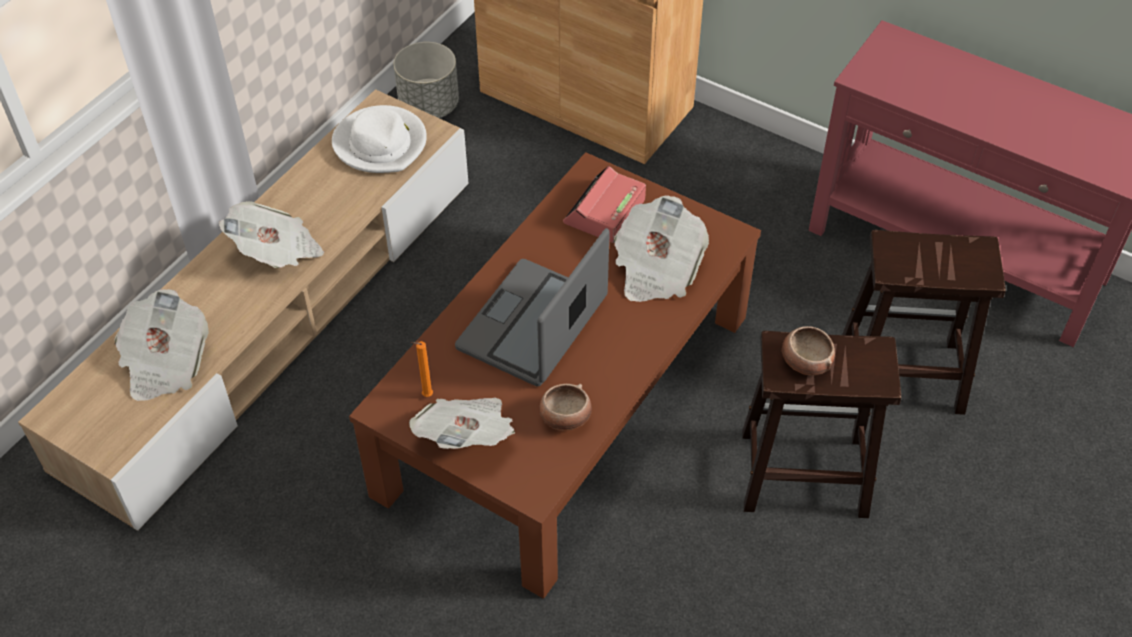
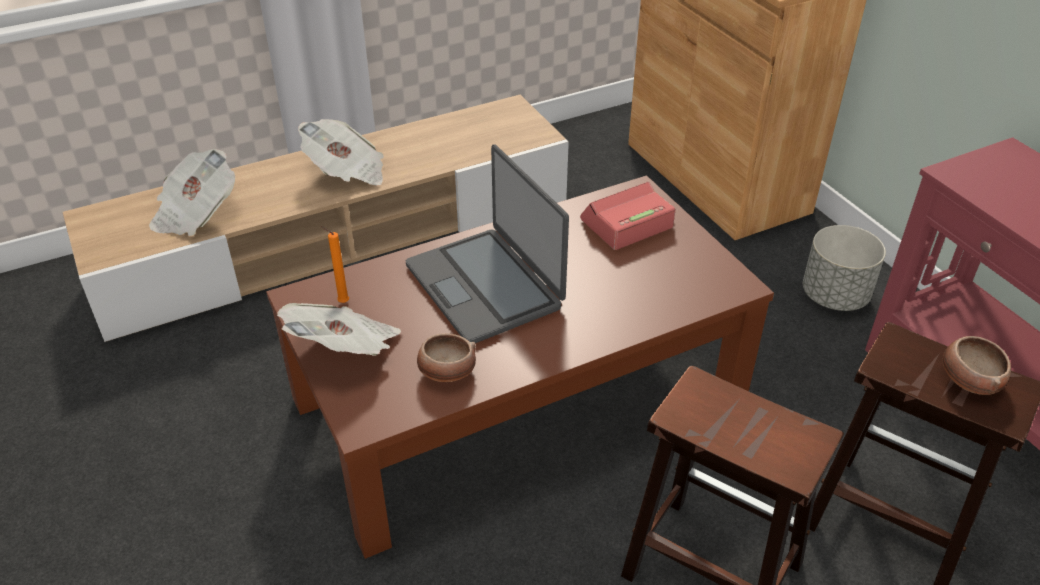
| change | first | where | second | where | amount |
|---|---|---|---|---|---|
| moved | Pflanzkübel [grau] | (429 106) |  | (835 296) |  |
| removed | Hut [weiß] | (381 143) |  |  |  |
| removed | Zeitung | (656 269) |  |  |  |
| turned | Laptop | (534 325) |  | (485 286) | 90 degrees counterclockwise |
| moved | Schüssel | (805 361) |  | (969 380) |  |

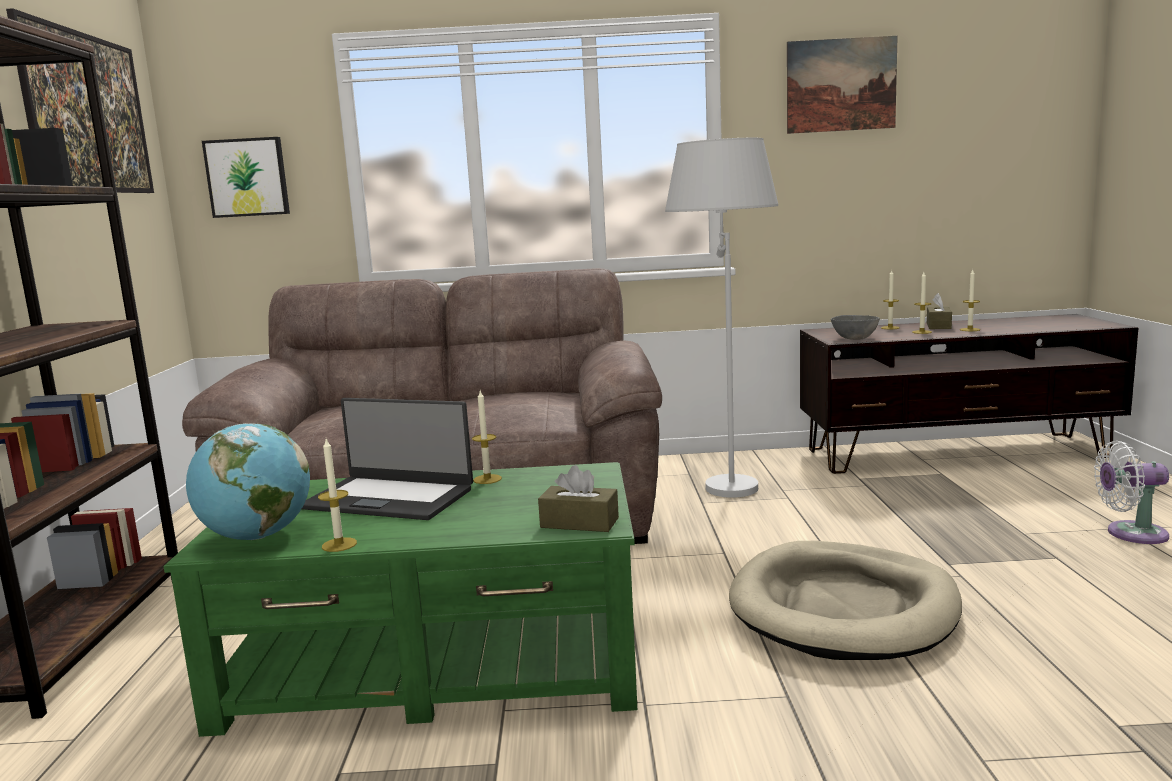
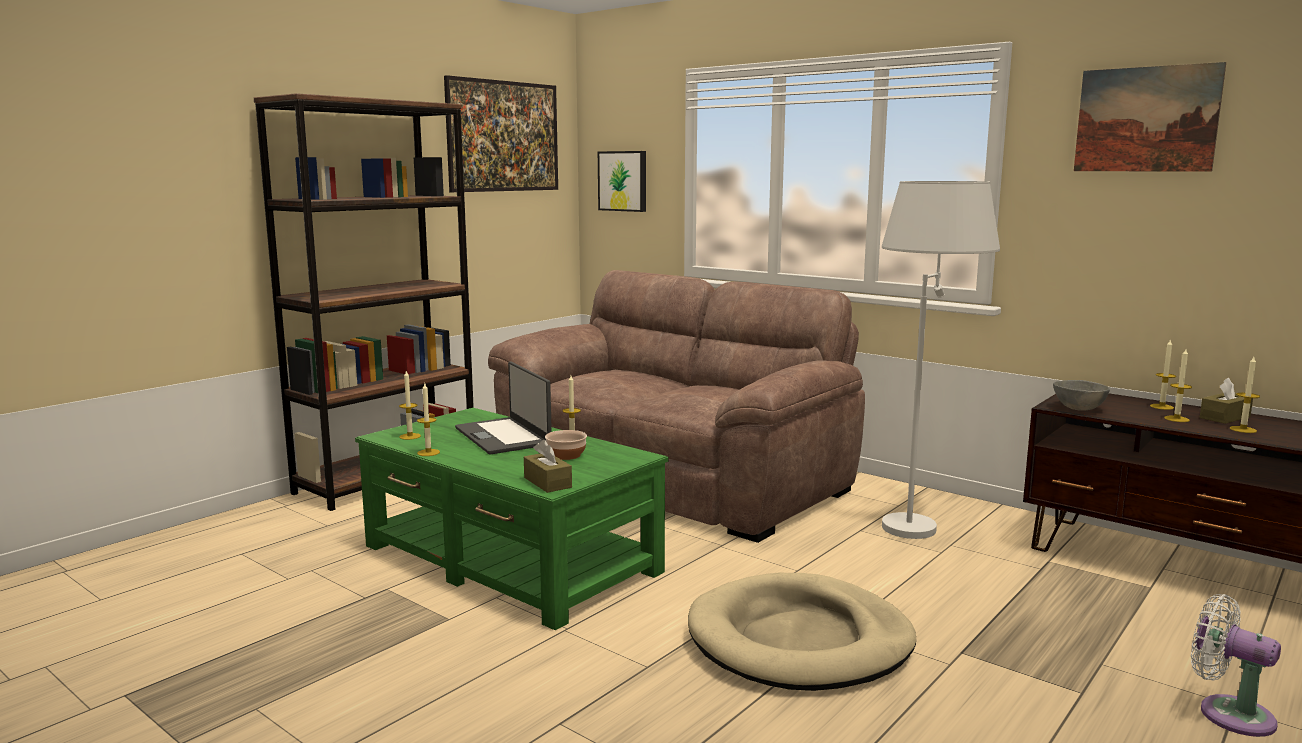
| change | first | where | second | where | amount |
|---|---|---|---|---|---|
| replaced | Globus | (257 537) | Kerze | (410 436) |  |
| added |  |  | Schüssel | (565 455) |  |

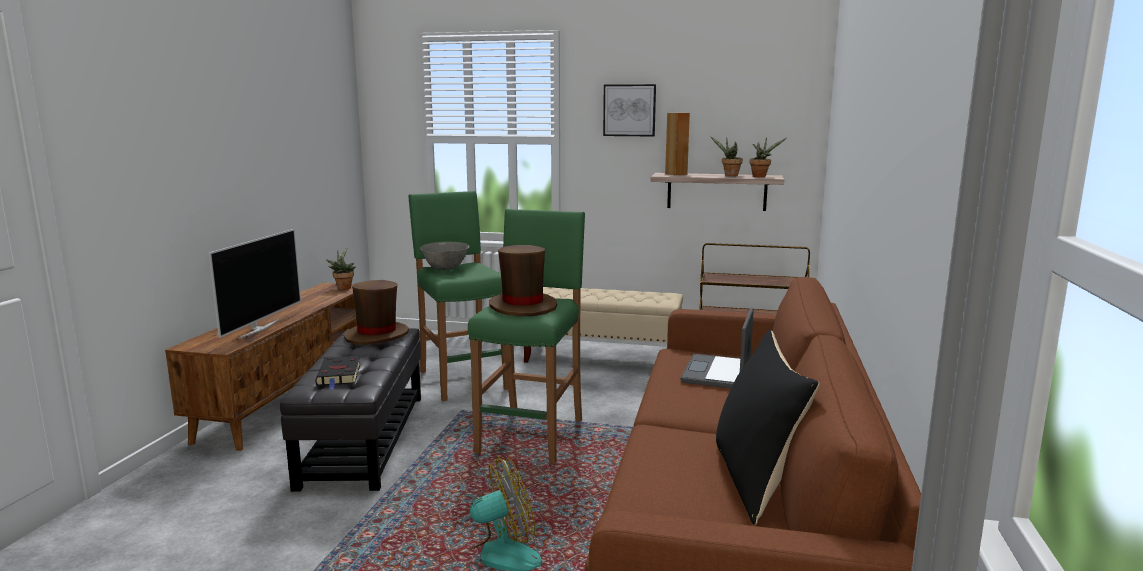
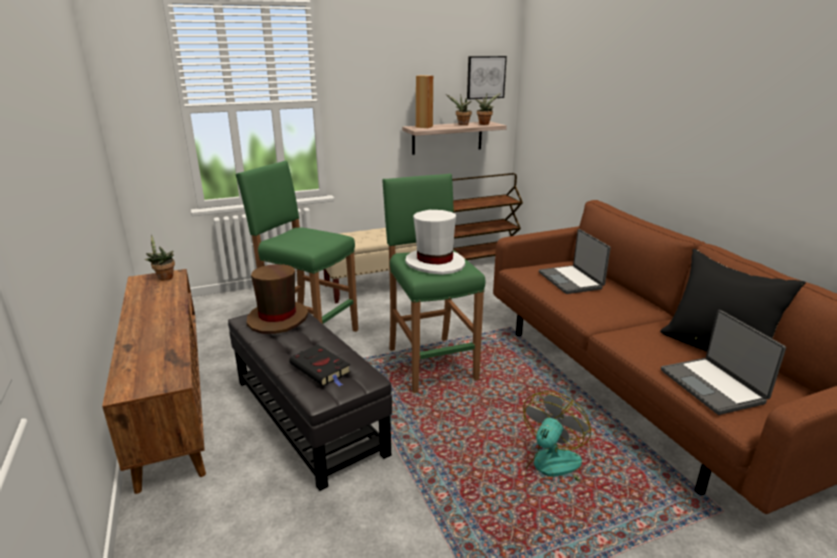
| change | first | where | second | where | amount |
|---|---|---|---|---|---|
| moved | Bild | (629 110) |  | (485 77) |  |
| removed | Fernseher | (259 328) |  |  |  |
| removed | Schüssel [grau] | (445 269) |  |  |  |
| recoloured | Hut [braun] | (523 306) | Hut [weiß] | (435 263) |  |
| added |  |  | Laptop | (713 386) |  |

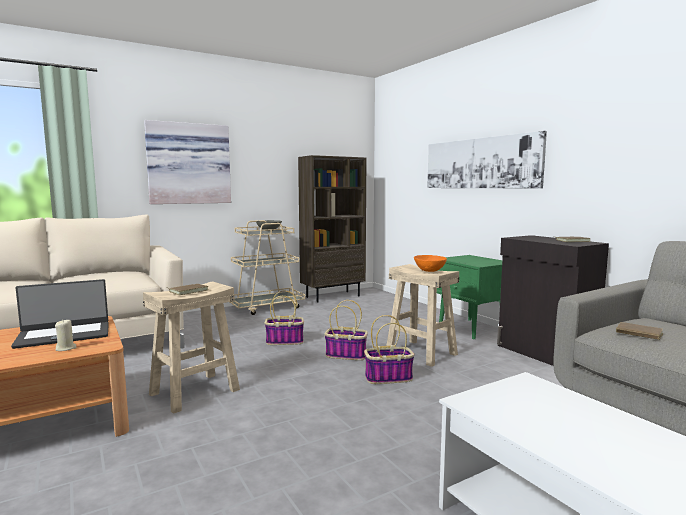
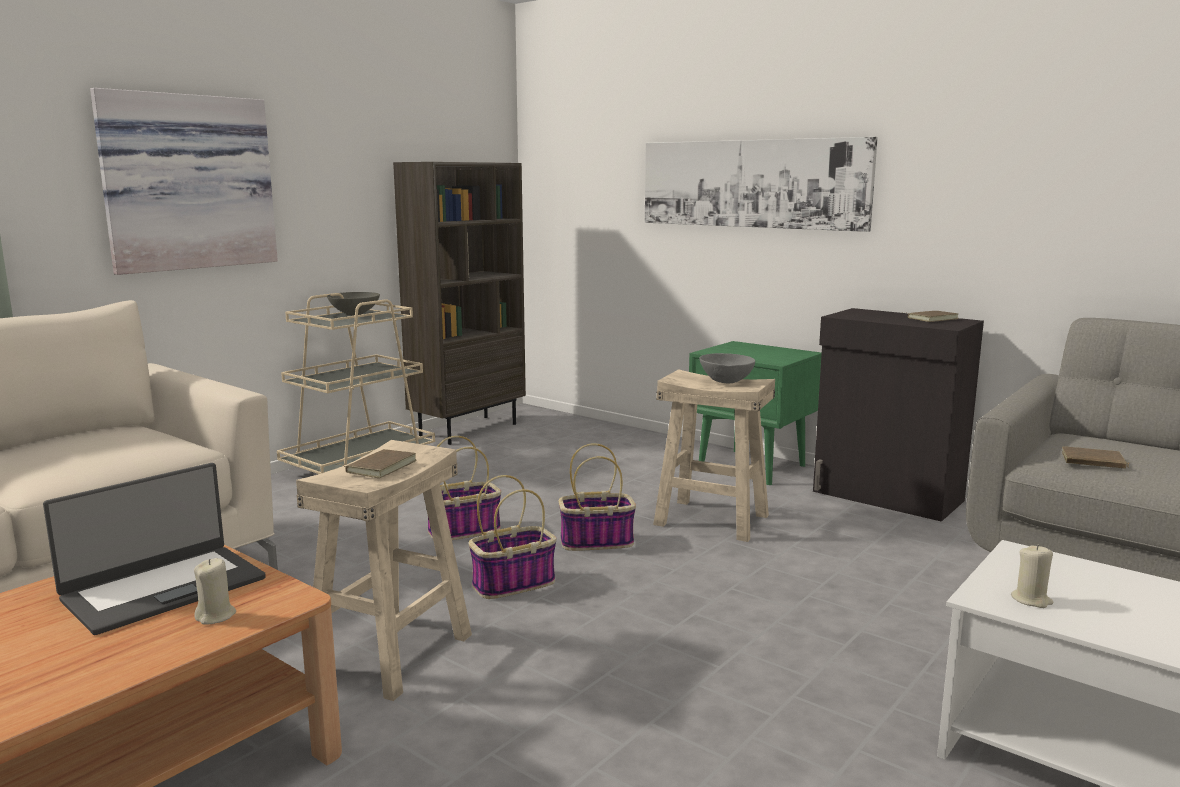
| change | first | where | second | where | amount |
|---|---|---|---|---|---|
| recoloured | Schüssel [orange] | (429 270) | Schüssel [grau] | (726 381) |  |
| moved | Korb | (389 378) |  | (514 583) |  |
| added |  |  | Kerze [beige] | (1031 600) |  |

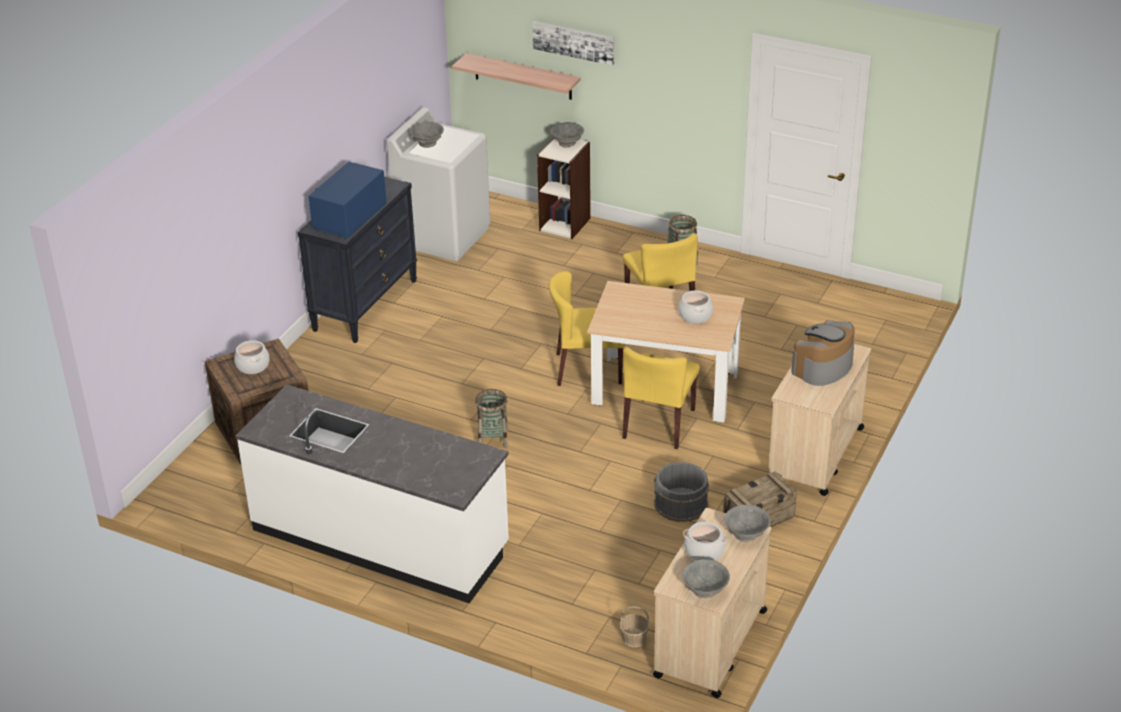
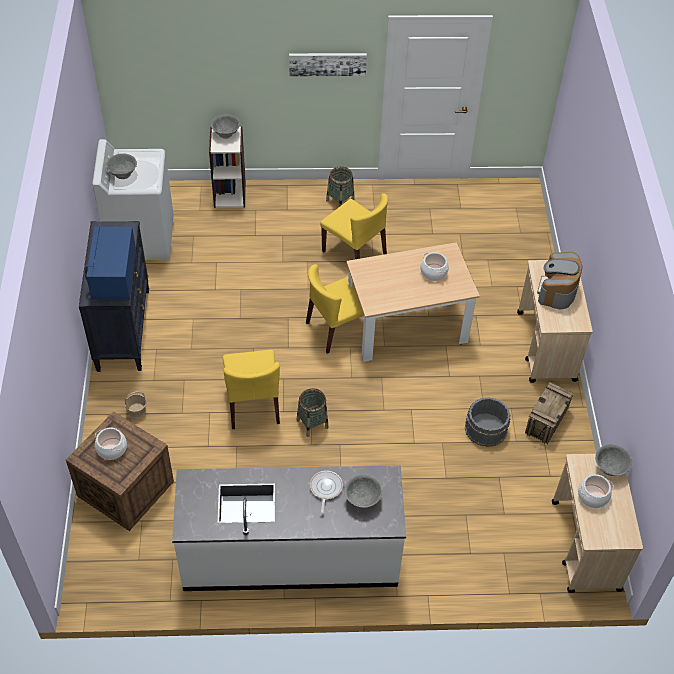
| change | first | where | second | where | amount |
|---|---|---|---|---|---|
| moved | Bild | (574 42) |  | (327 63) |  |
| removed | Wandregal | (523 77) |  |  |  |
| moved | Stuhl [gelb] | (659 424) |  | (253 404) |  |
| moved | Schüssel [grau] | (705 591) |  | (362 499) |  |
| moved | Korb | (634 638) |  | (136 411) |  |
| added |  |  | Pfanne | (325 488) |  |

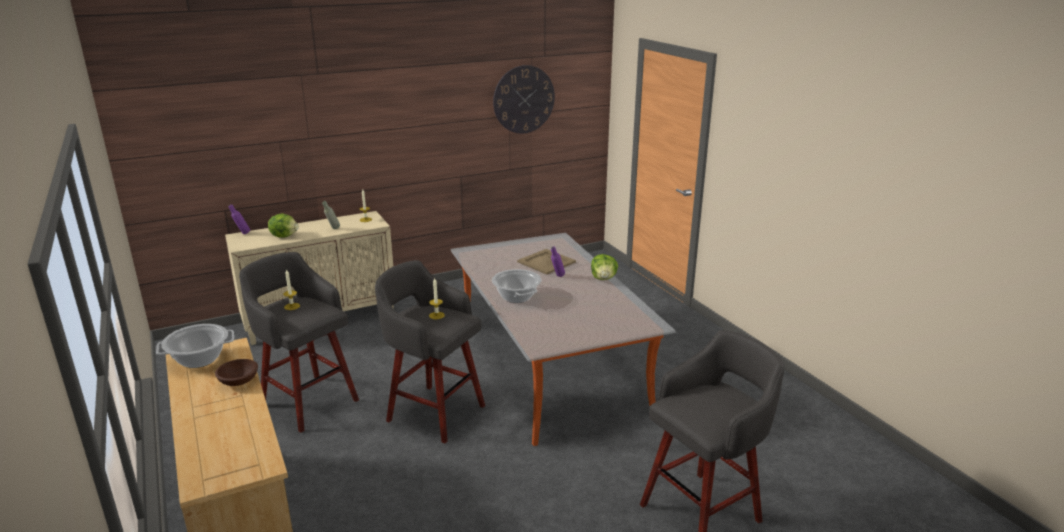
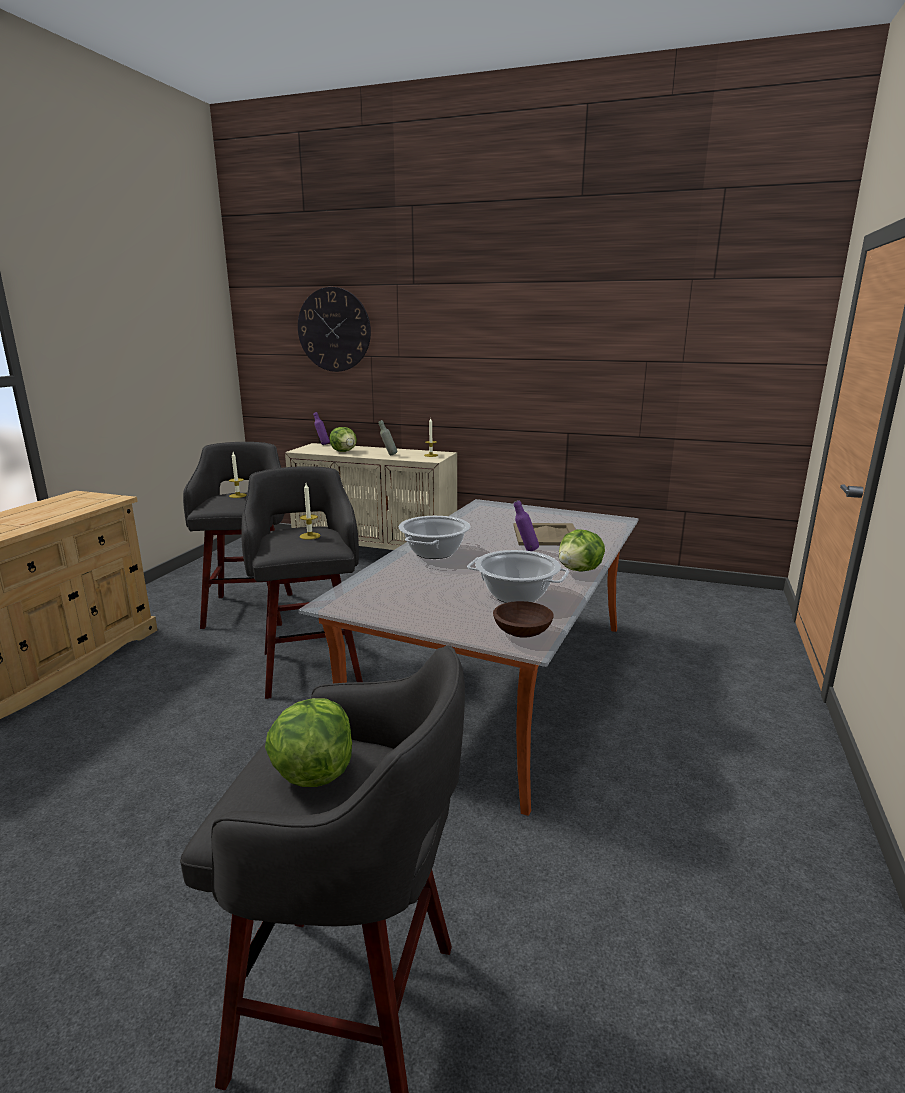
| change | first | where | second | where | amount |
|---|---|---|---|---|---|
| moved | Wanduhr | (524 99) |  | (334 330) |  |
| moved | Kochtopf | (199 359) |  | (516 595) |  |
| moved | Schüssel [braun] | (239 381) |  | (522 633) |  |
| added |  |  | Salatkopf | (313 772) |  |

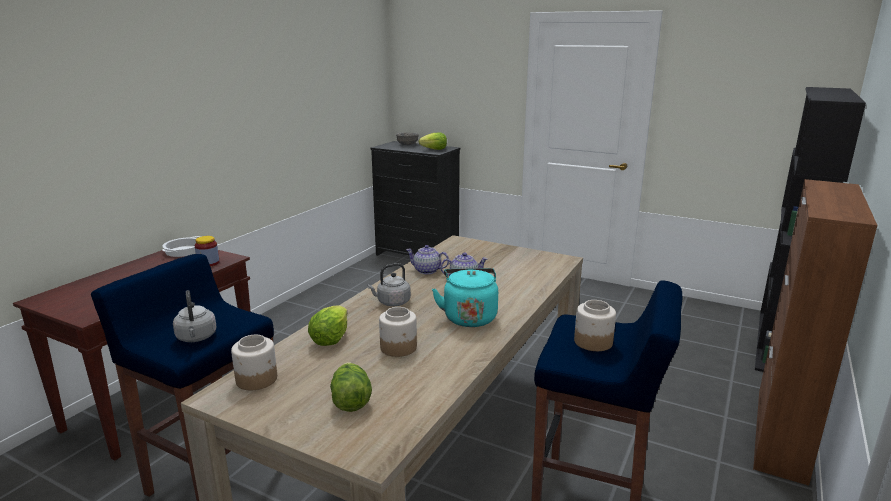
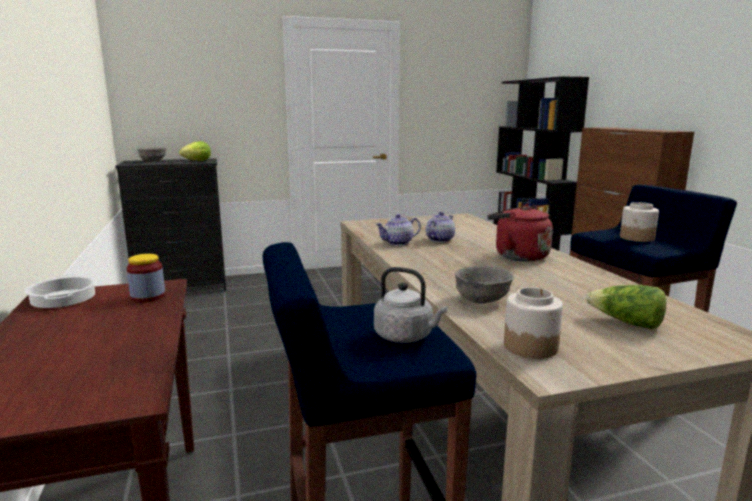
| change | first | where | second | where | amount |
|---|---|---|---|---|---|
| removed | Wasserkessel [grau] | (392 302) |  |  |  |
| recoloured | Wasserkessel [türkis] | (469 317) | Wasserkessel [rot] | (517 256) |  |
| replaced | Salatkopf | (330 339) | Schüssel [grau] | (482 300) |  |
| removed | Vorratsglas | (399 347) |  |  |  |

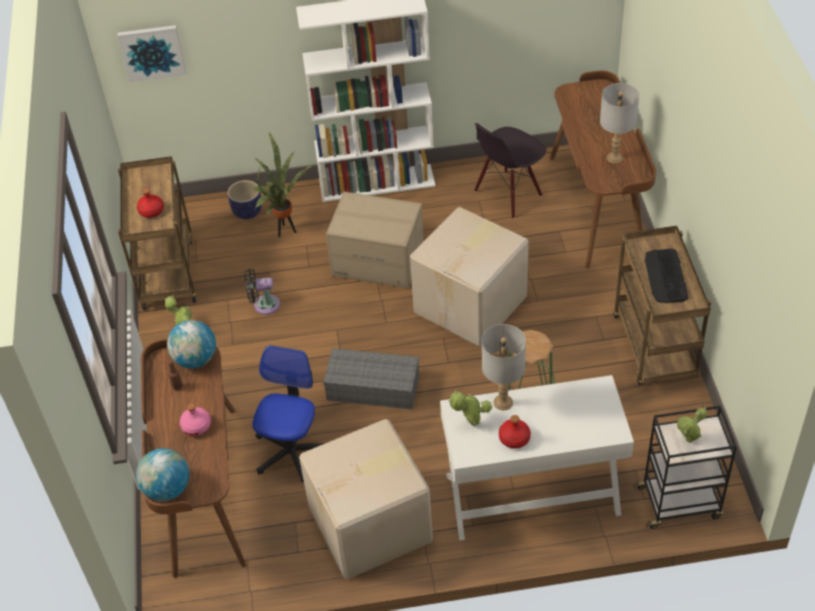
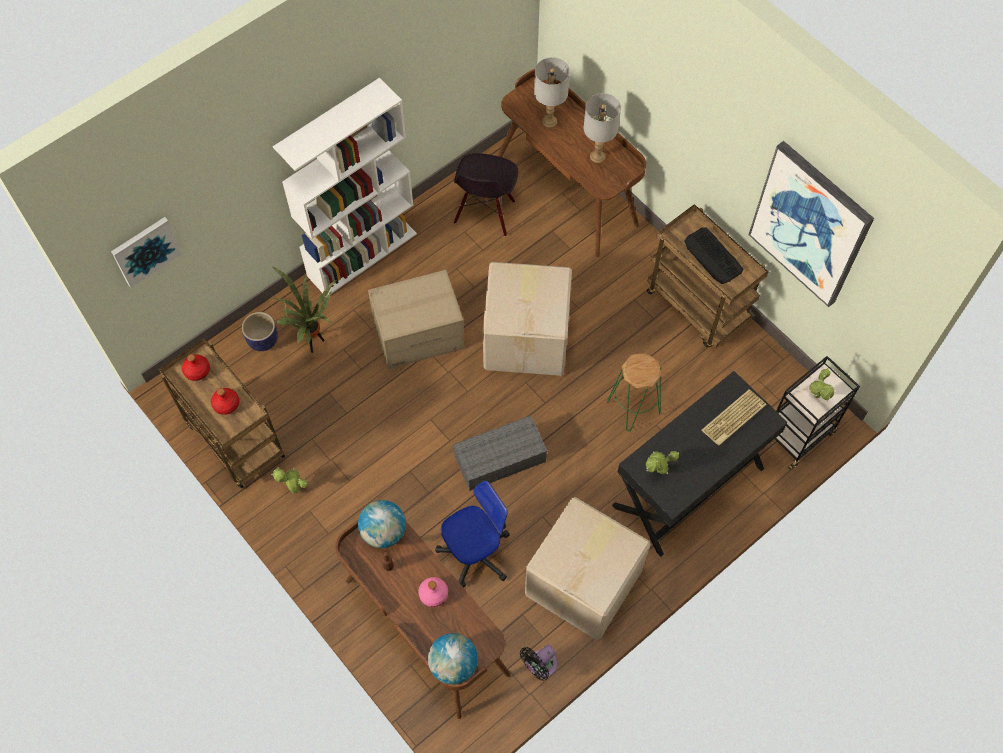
| change | first | where | second | where | amount |
|---|---|---|---|---|---|
| moved | Ventilator [schwarz] | (263 305) |  | (540 666) |  |
| moved | Tischlampe [grau] | (502 402) |  | (549 121) |  |
| turned | Bürostuhl | (292 451) |  | (475 553) | 75 degrees clockwise |
| recoloured | Schreibtisch [weiß] | (532 495) | Schreibtisch [schwarz] | (689 487) |  |
| moved | Flasche [rot] | (514 438) |  | (197 370) |  |
| added |  |  | Bild | (810 224) |  |
| added |  |  | Tastatur | (734 419) |  |

